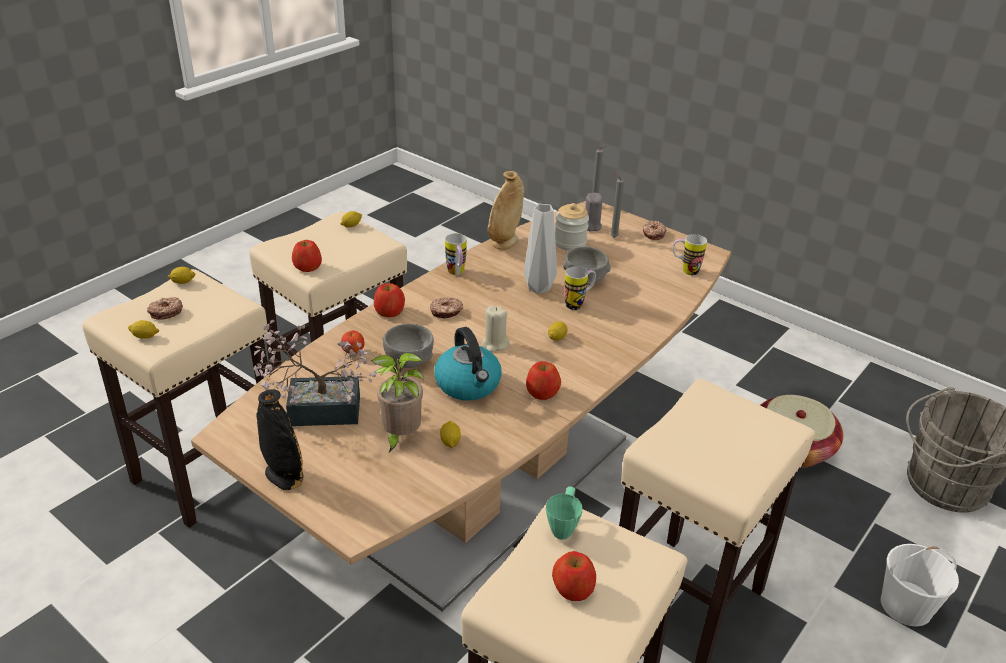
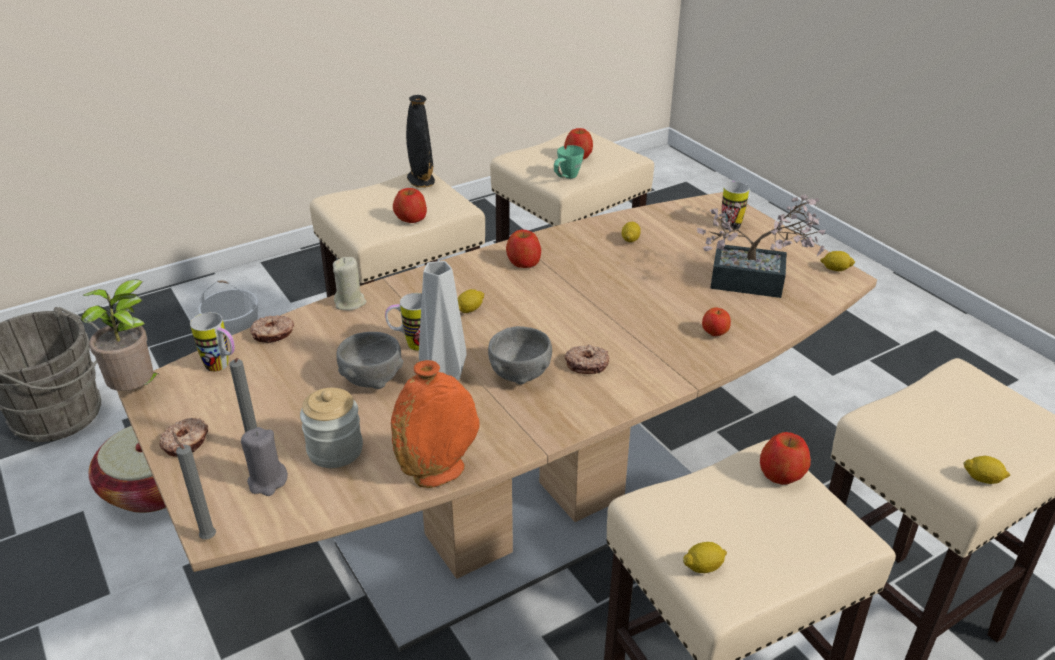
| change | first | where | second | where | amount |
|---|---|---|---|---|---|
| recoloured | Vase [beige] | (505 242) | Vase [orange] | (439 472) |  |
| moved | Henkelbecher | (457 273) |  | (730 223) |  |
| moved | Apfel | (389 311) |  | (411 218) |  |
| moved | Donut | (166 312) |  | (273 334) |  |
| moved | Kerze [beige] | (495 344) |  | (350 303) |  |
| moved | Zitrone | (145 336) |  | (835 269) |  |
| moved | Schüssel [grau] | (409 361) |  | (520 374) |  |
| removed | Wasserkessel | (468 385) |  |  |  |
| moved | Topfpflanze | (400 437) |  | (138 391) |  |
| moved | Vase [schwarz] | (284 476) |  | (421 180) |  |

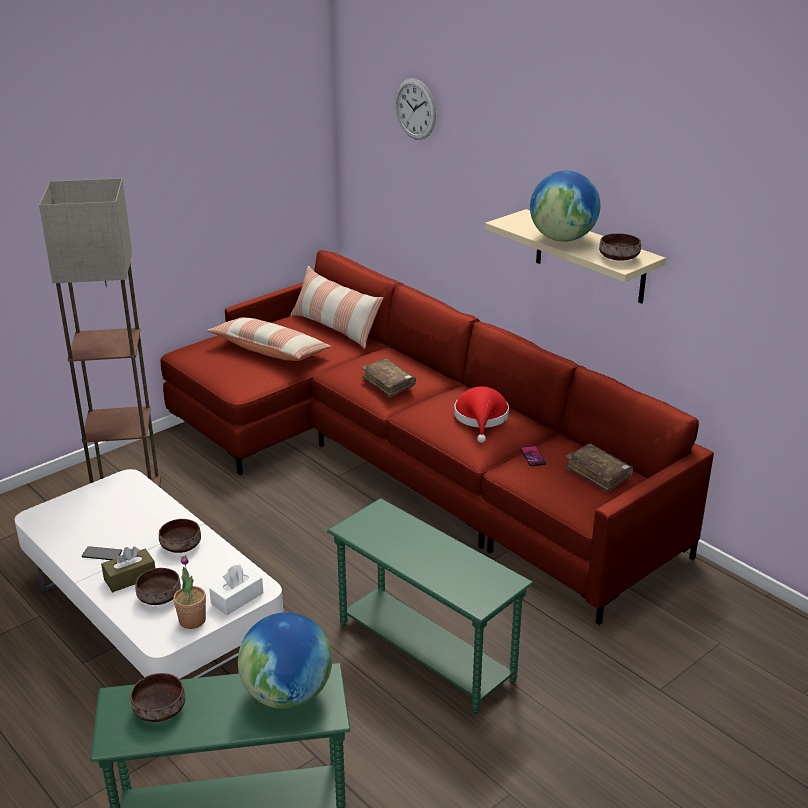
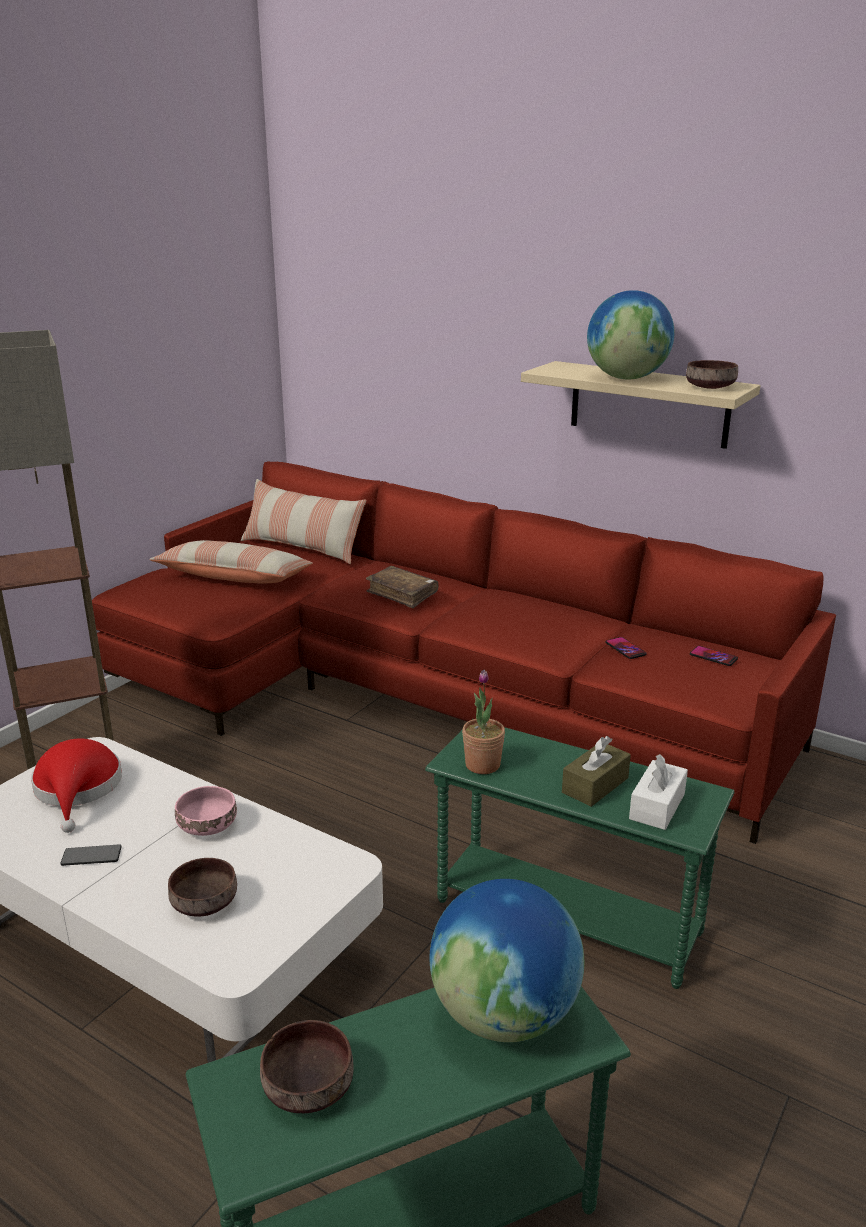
| change | first | where | second | where | amount |
|---|---|---|---|---|---|
| removed | Wanduhr | (415 109) |  |  |  |
| moved | Hut [rot] | (481 418) |  | (78 789) |  |
| replaced | Buch [braun] | (598 473) | Handy | (713 657) |  |
| recoloured | Schüssel [braun] | (182 545) | Schüssel [rosa] | (209 825) |  |
| moved | Taschentuchbox [braun] | (130 578) |  | (595 785) |  |
| moved | Topfpflanze | (192 620) |  | (482 765) |  |
| moved | Taschentuchbox [weiß] | (237 598) |  | (657 806) |  |

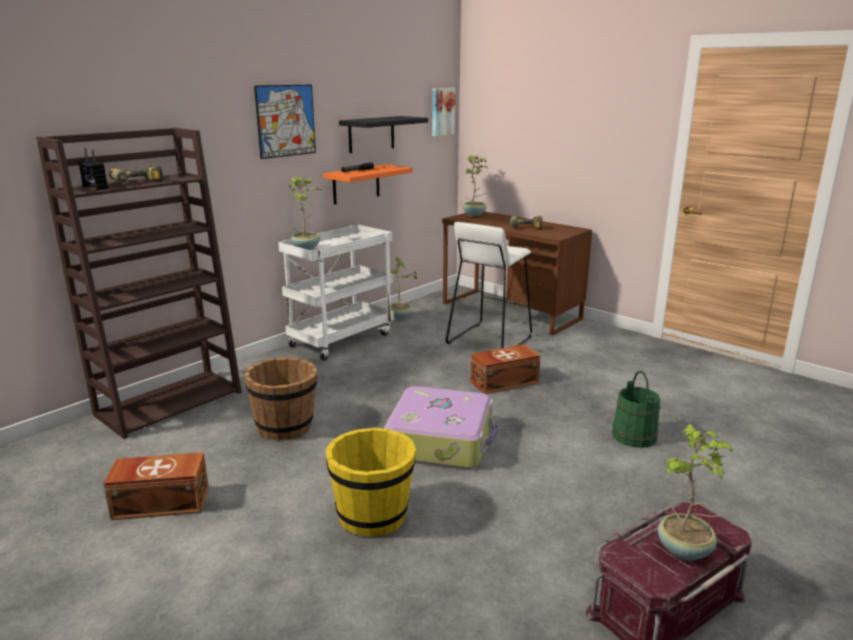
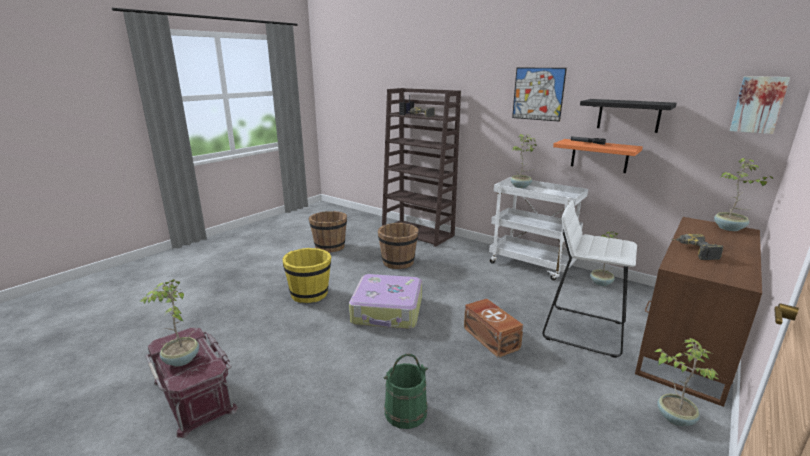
| change | first | where | second | where | amount |
|---|---|---|---|---|---|
| replaced | Aufbewahrungsbox [braun] | (160 502) | Eimer [braun] | (330 247) |  |
| added |  |  | Topfpflanze | (675 417) |  |

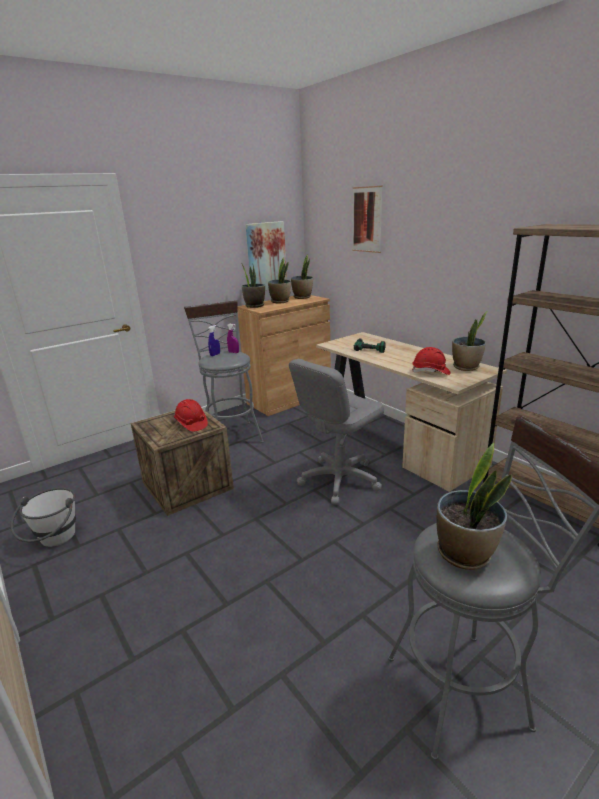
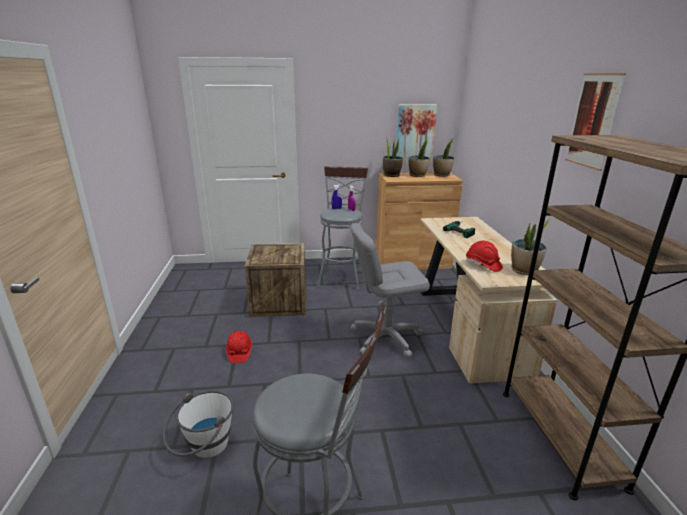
| change | first | where | second | where | amount |
|---|---|---|---|---|---|
| moved | Bild | (367 219) |  | (593 121) |  |
| moved | Schutzhelm [rot] | (191 424) |  | (239 353) |  |
| removed | Topfpflanze | (465 554) |  |  |  |
| moved | Eimer [weiß] | (54 540) |  | (204 449) |  |

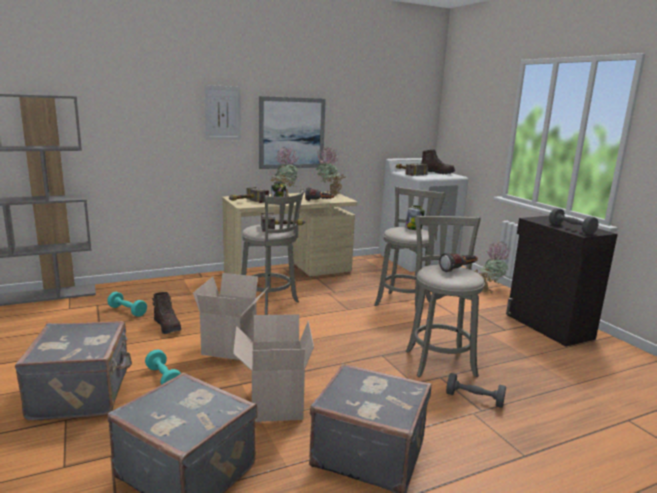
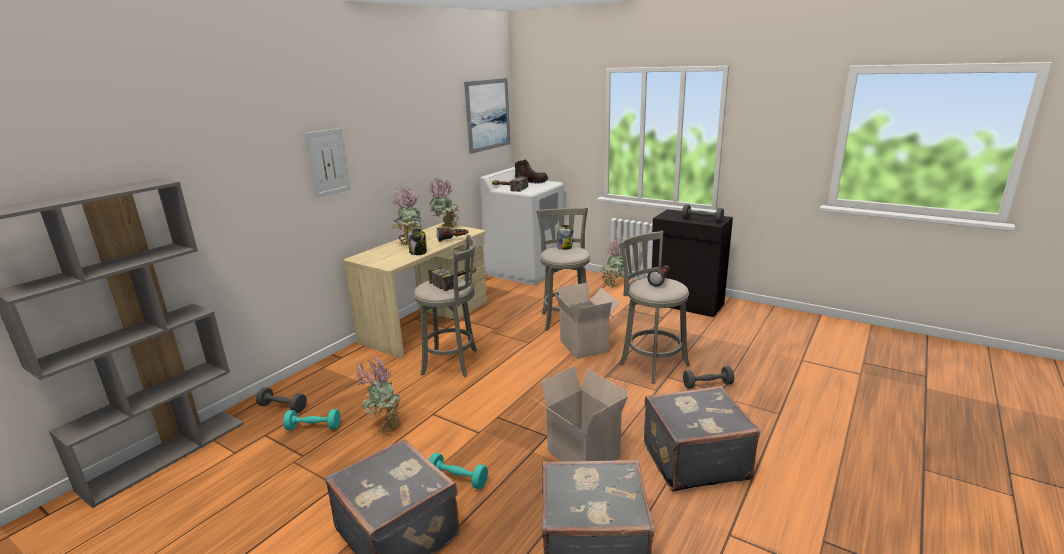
| change | first | where | second | where | amount |
|---|---|---|---|---|---|
| moved | Bild | (292 133) |  | (488 115) |  |
| removed | Hammer | (246 202) |  |  |  |
| moved | Karton | (231 347) |  | (585 346) |  |
| replaced | Stiefel [braun] | (167 327) | Topfpflanze | (385 426) |  |
| added |  |  | Hantel [grau] | (283 407) |  |

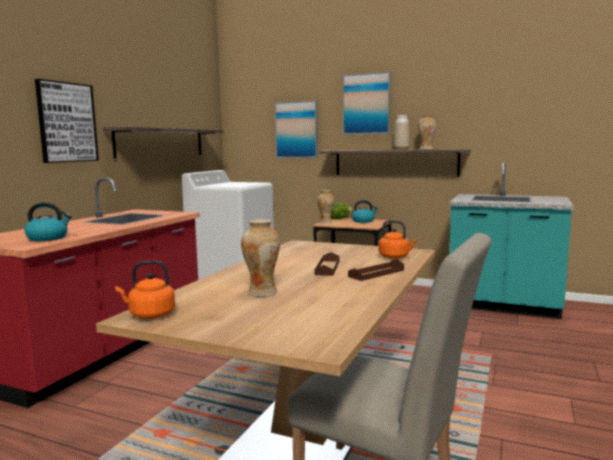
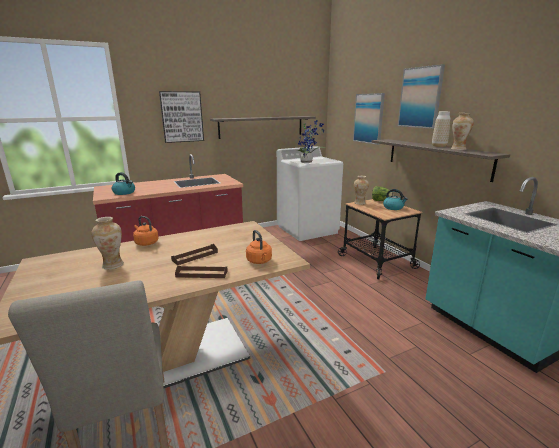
| change | first | where | second | where | amount |
|---|---|---|---|---|---|
| moved | Wasserkessel [orange] | (149 315) |  | (146 243) |  |
| added |  |  | Topfpflanze | (308 162) |  |

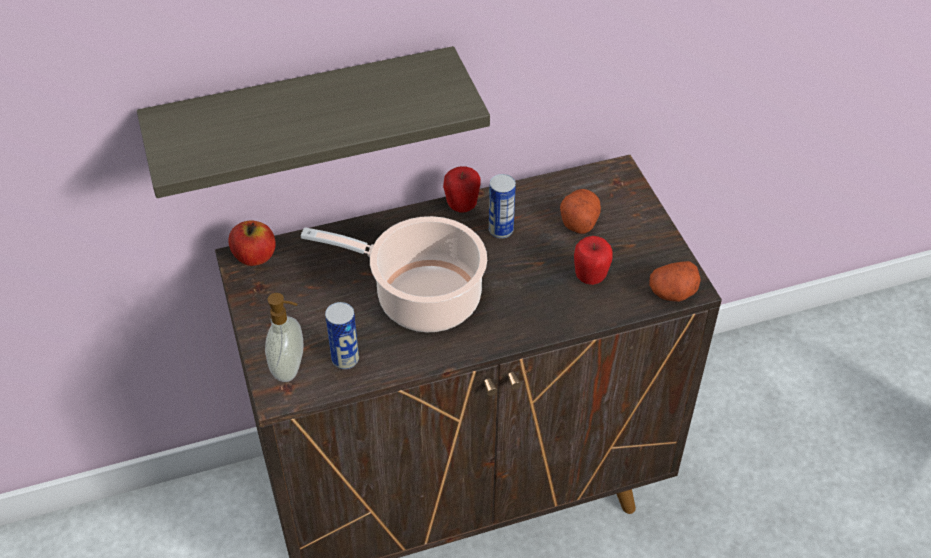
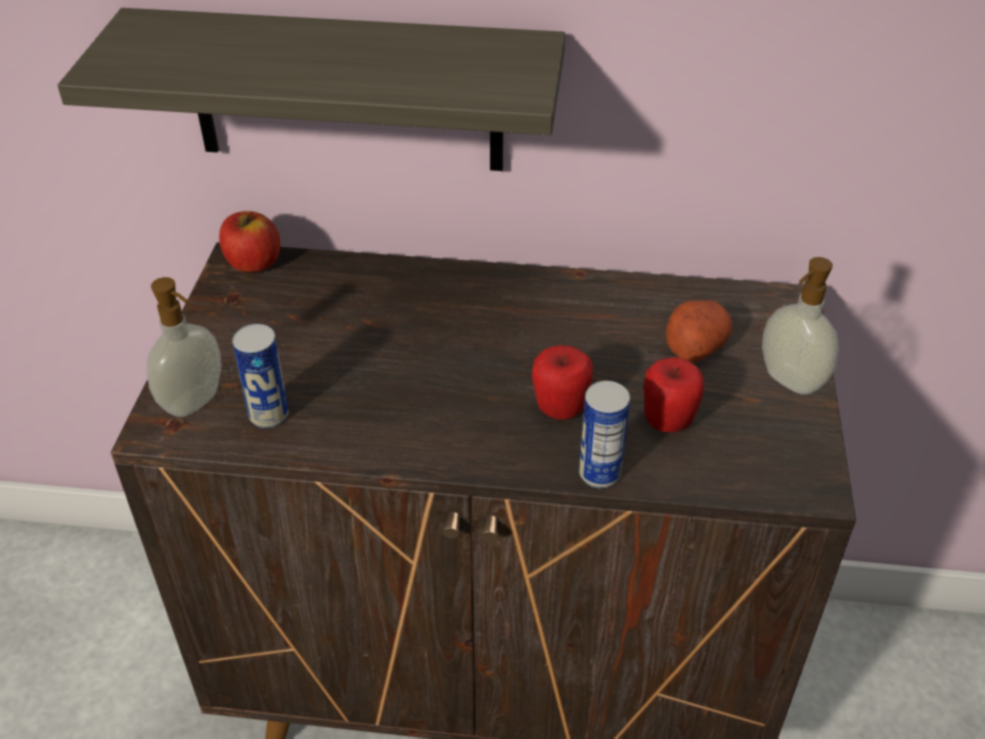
| change | first | where | second | where | amount |
|---|---|---|---|---|---|
| moved | Apfel | (462 206) |  | (560 409) |  |
| moved | Dose | (501 230) |  | (599 474) |  |
| removed | Kochtopf | (421 297) |  |  |  |
| removed | Kartoffel | (672 292) |  |  |  |
| added |  |  | Seifenspender | (789 381) |  |

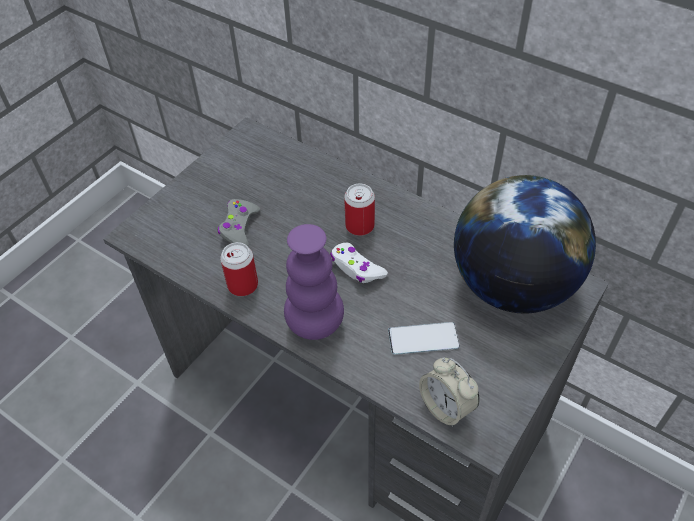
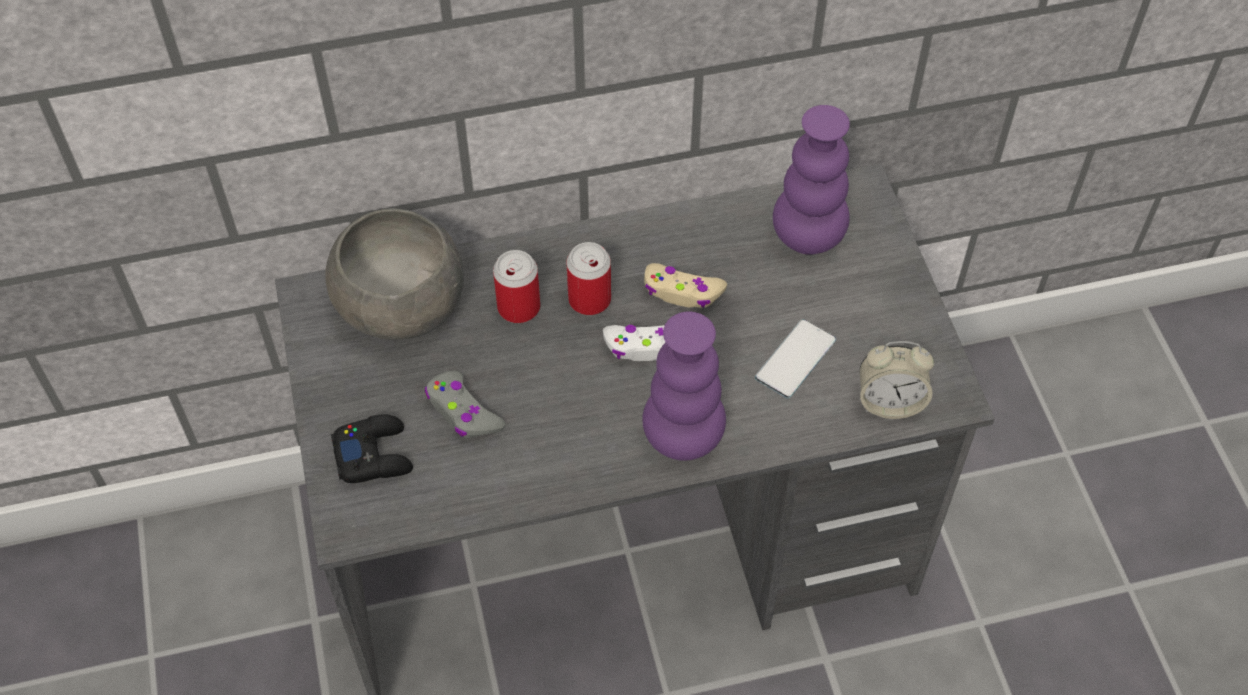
| change | first | where | second | where | amount |
|---|---|---|---|---|---|
| replaced | Globus | (512 286) | Vase [lila] | (807 237) |  |
| moved | Dose | (243 285) |  | (518 307) |  |
| added |  |  | Schüssel [grau] | (402 304) |  |
| added |  |  | Gamepad [beige] | (682 292) |  |
| added |  |  | Gamepad [schwarz] | (374 455) |  |

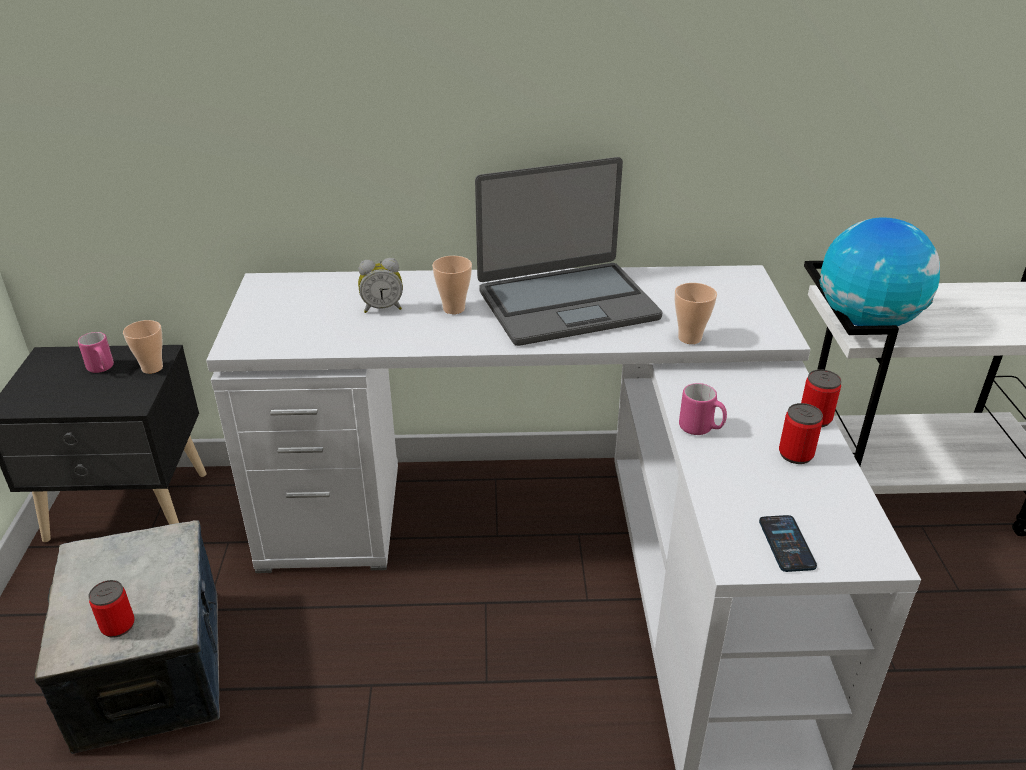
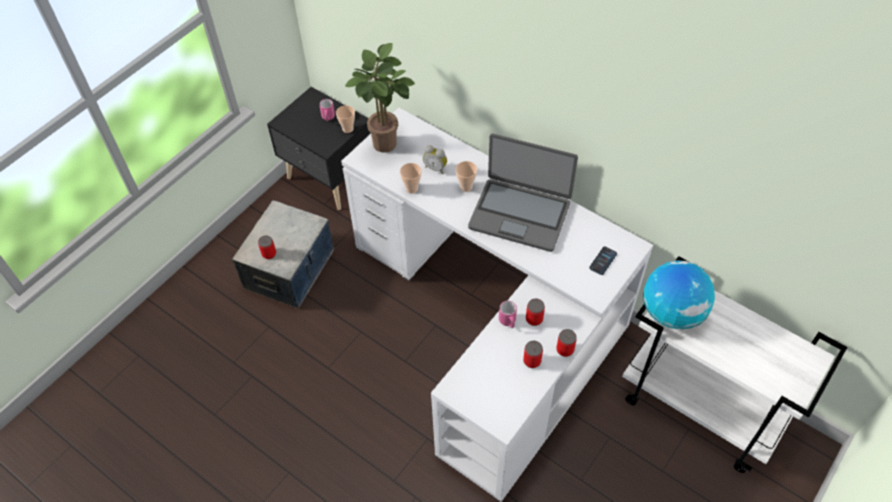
| change | first | where | second | where | amount |
|---|---|---|---|---|---|
| moved | Tasse | (689 338) |  | (411 189) |  |
| moved | Handy | (786 544) |  | (603 261) |  |
| added |  |  | Topfpflanze | (386 146) |  |
| added |  |  | Dose | (534 319) |  |

